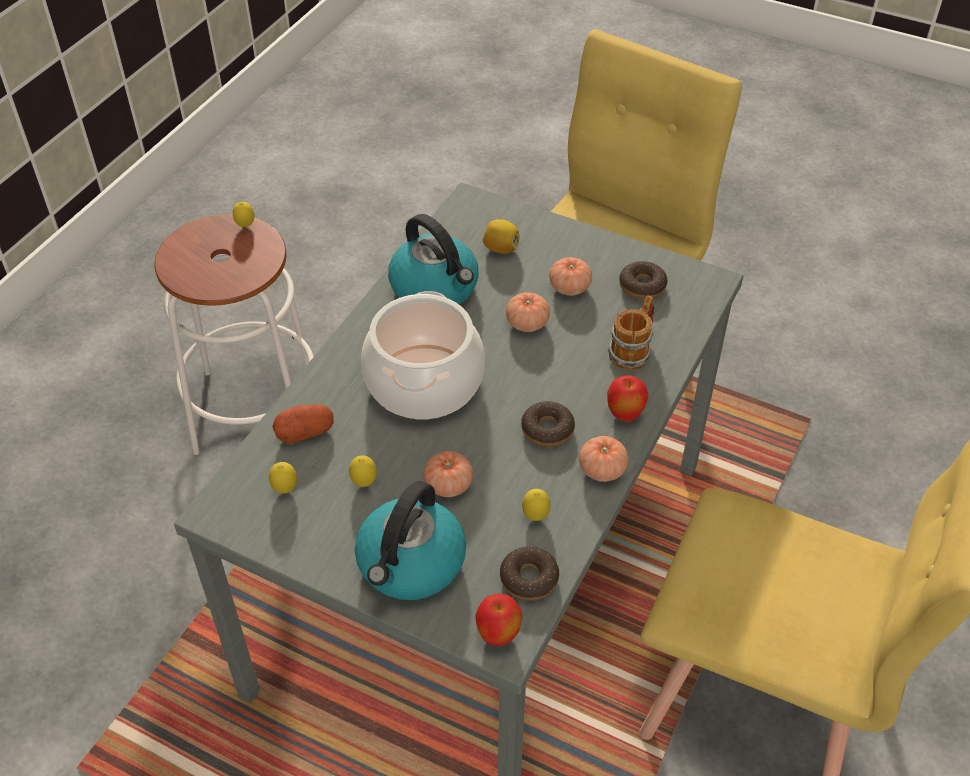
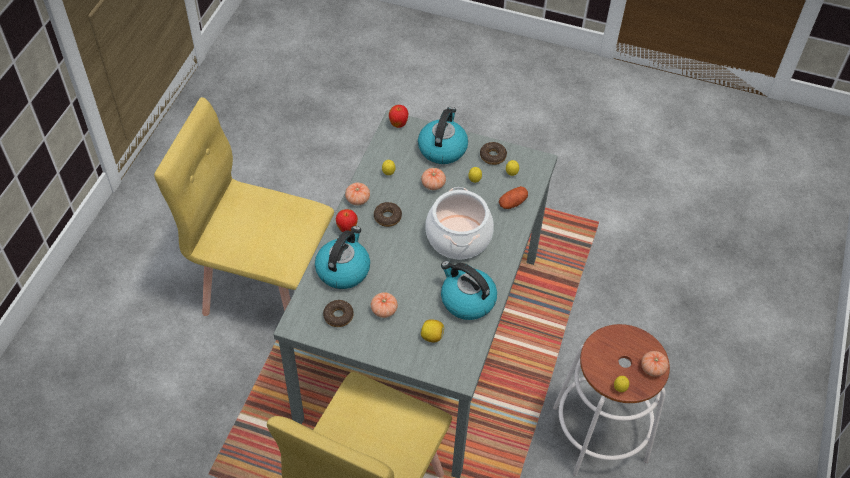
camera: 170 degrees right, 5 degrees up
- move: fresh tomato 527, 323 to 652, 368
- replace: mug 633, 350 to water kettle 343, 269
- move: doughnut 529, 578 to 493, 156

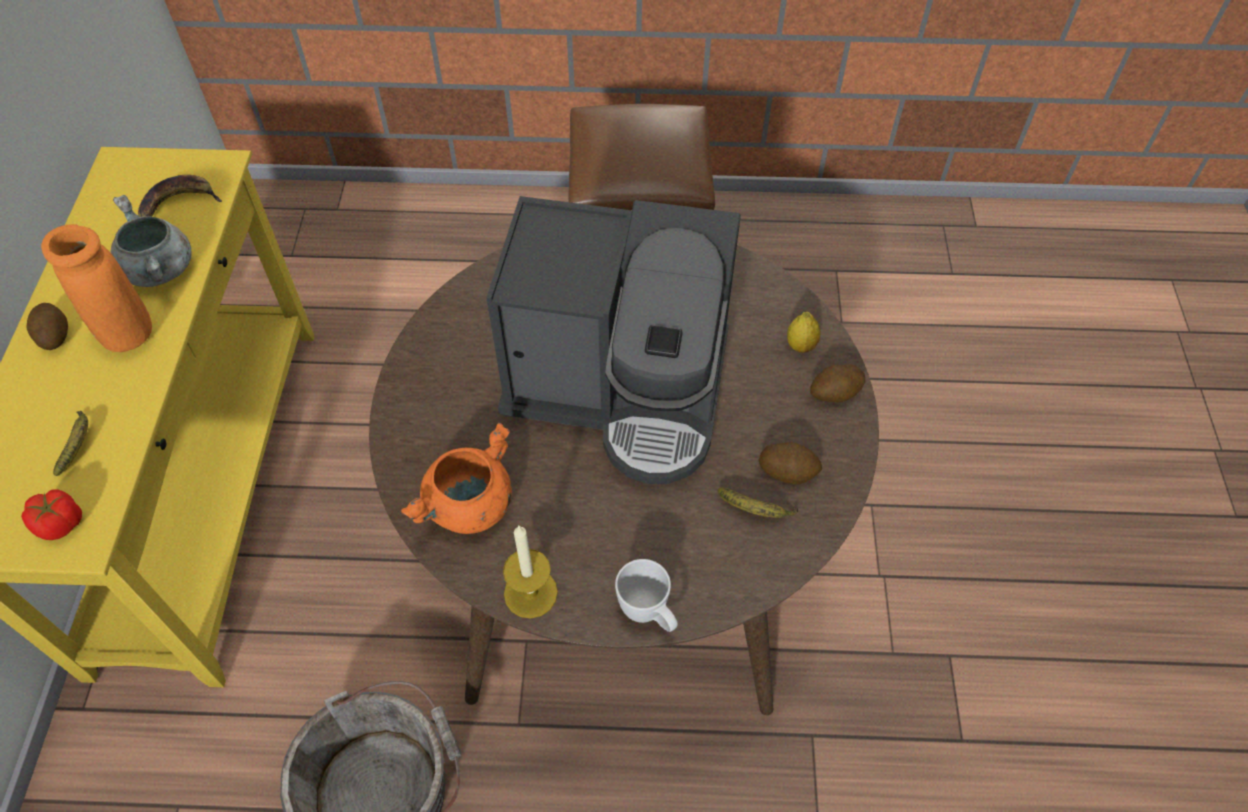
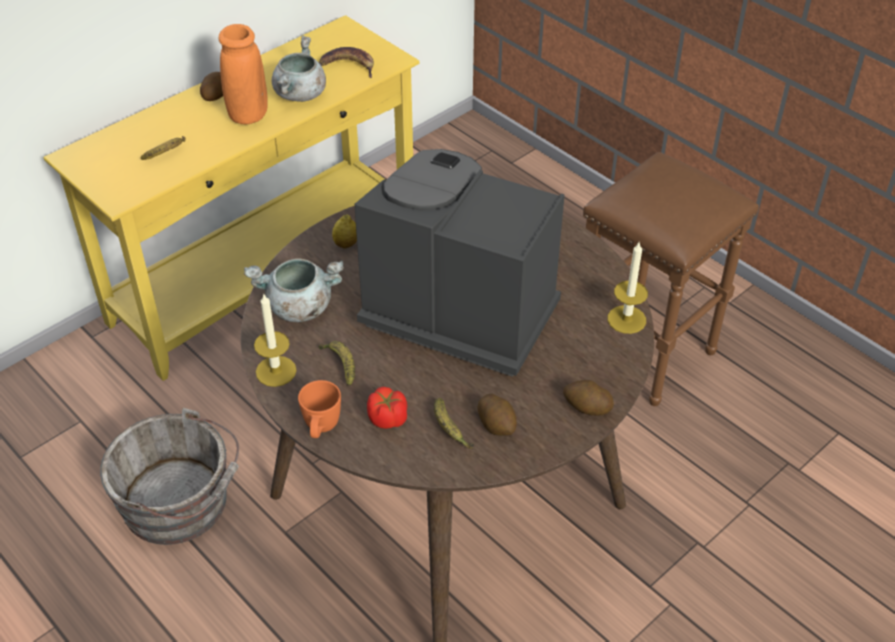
camera: 45 degrees right, 10 degrees down
- rotate: coffee machine 622, 388 = 457, 311 150 degrees clockwise
- move: whole lemon 801, 345 to 346, 244
- recolor: stockpot/orangey 469, 507 to stockpot/gray 298, 308
- move: fresh tomato 61, 523 to 388, 418
- recolor: mug/whitish 649, 614 to mug/orangey 321, 430
- insert: candle 626, 319
- insert: banana 340, 365

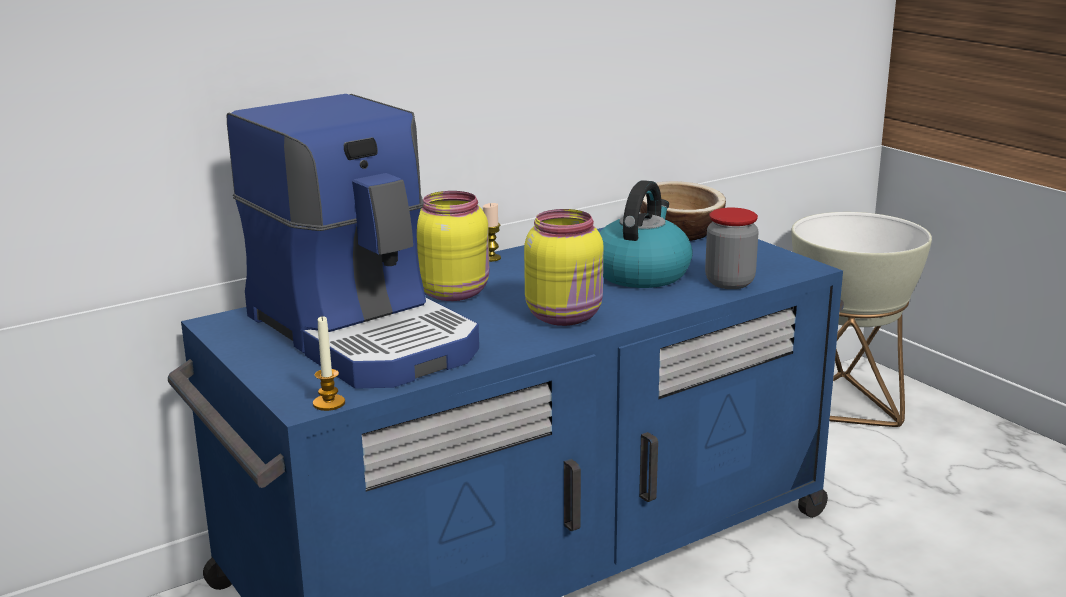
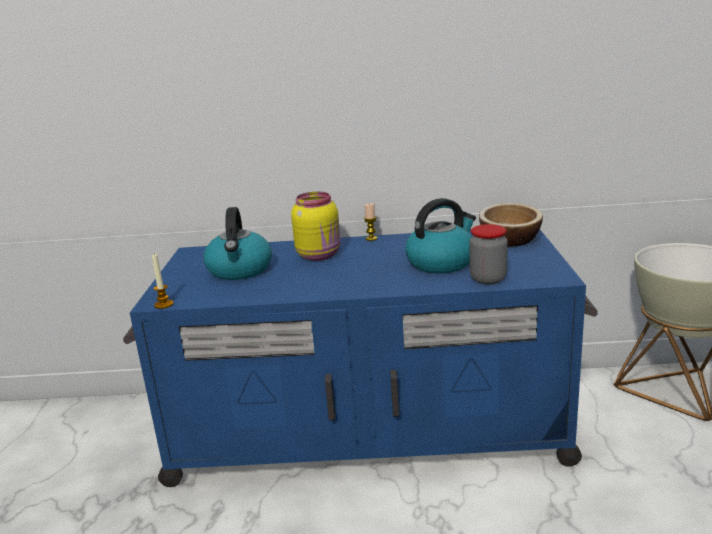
camera: 35 degrees right, 0 degrees up
- replace: coffee machine 365, 334 to water kettle 240, 270
- delete: jar/yellow-coloured 566, 316

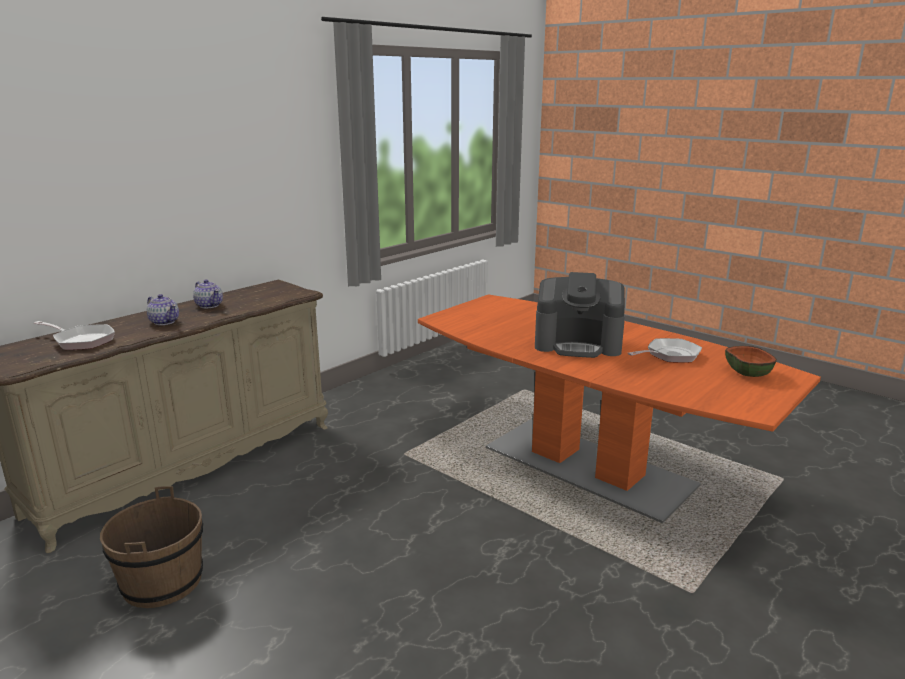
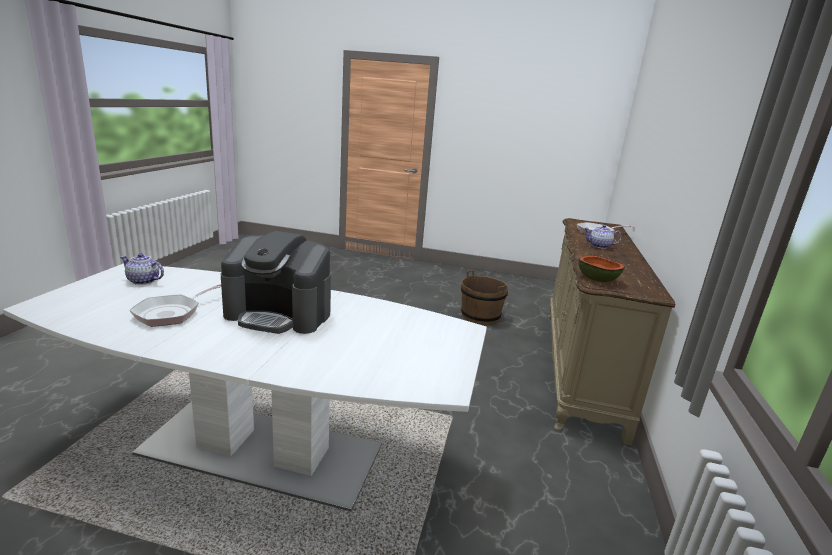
camera: 150 degrees right, 0 degrees up
- rotate: coffee machine 578, 344 = 279, 314 150 degrees counterclockwise
- move: tea pot 209, 305 to 143, 281
- recolor: kitchen table/orangey 586, 466 to kitchen table/whitish 263, 451
- move: deep dish 747, 373 to 598, 279

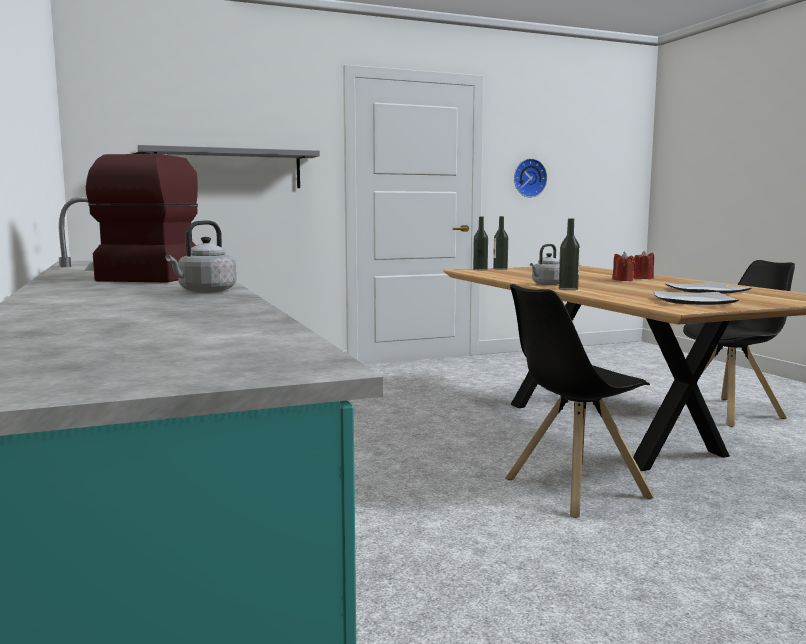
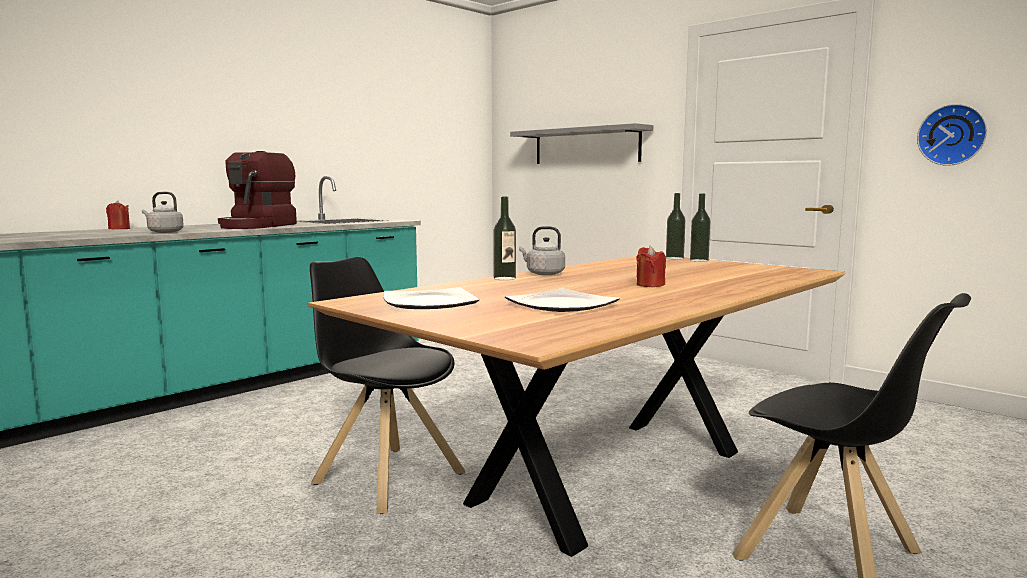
camera: 65 degrees right, 0 degrees up
- rotate: coffee machine 159, 276 = 258, 226 120 degrees clockwise
- move: candle/red 643, 278 to 119, 229

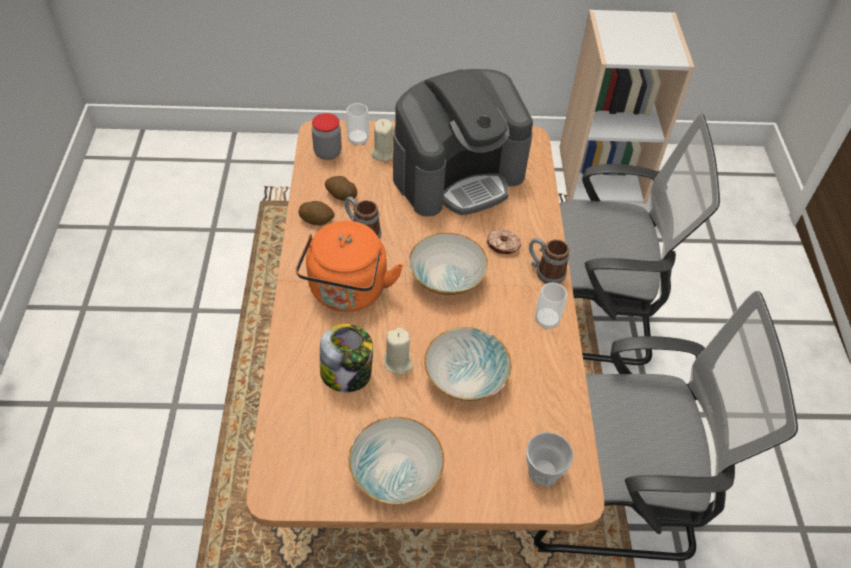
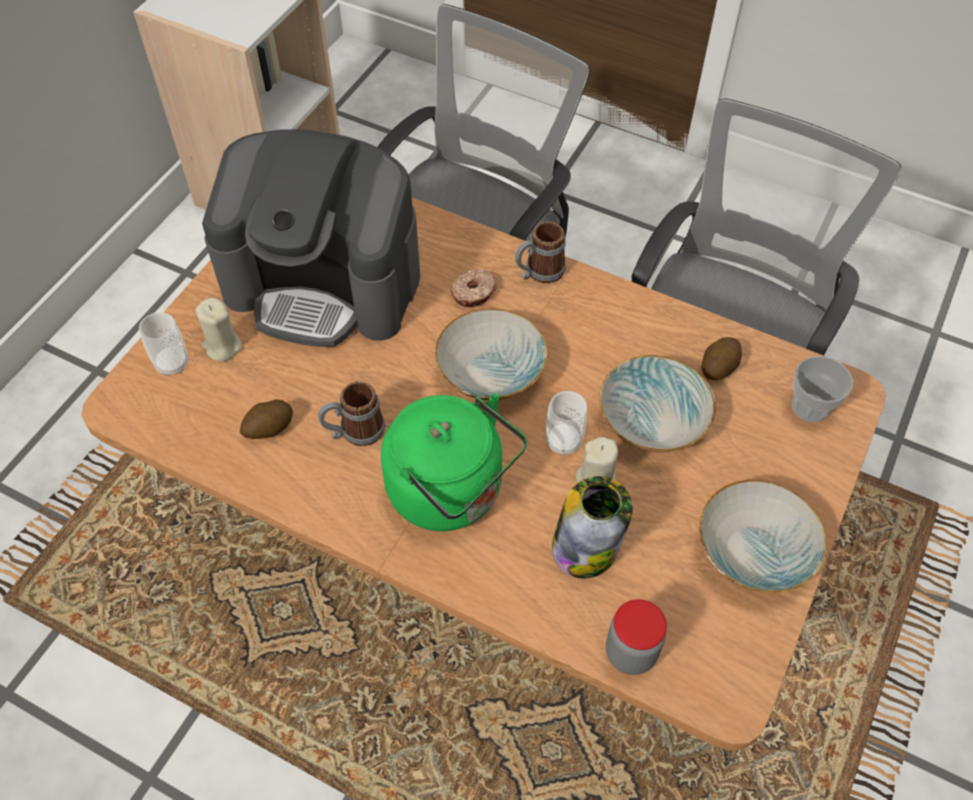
camera: 60 degrees left, 5 degrees up
- rotate: coffee machine 458, 175 = 325, 282 105 degrees clockwise
- move: jar 327, 152 to 630, 653
- move: whole potato 317, 220 to 718, 367
- recolor: water kettle/orangey 347, 292 to water kettle/green-coloured 452, 492
- move: small cup 546, 320 to 563, 442

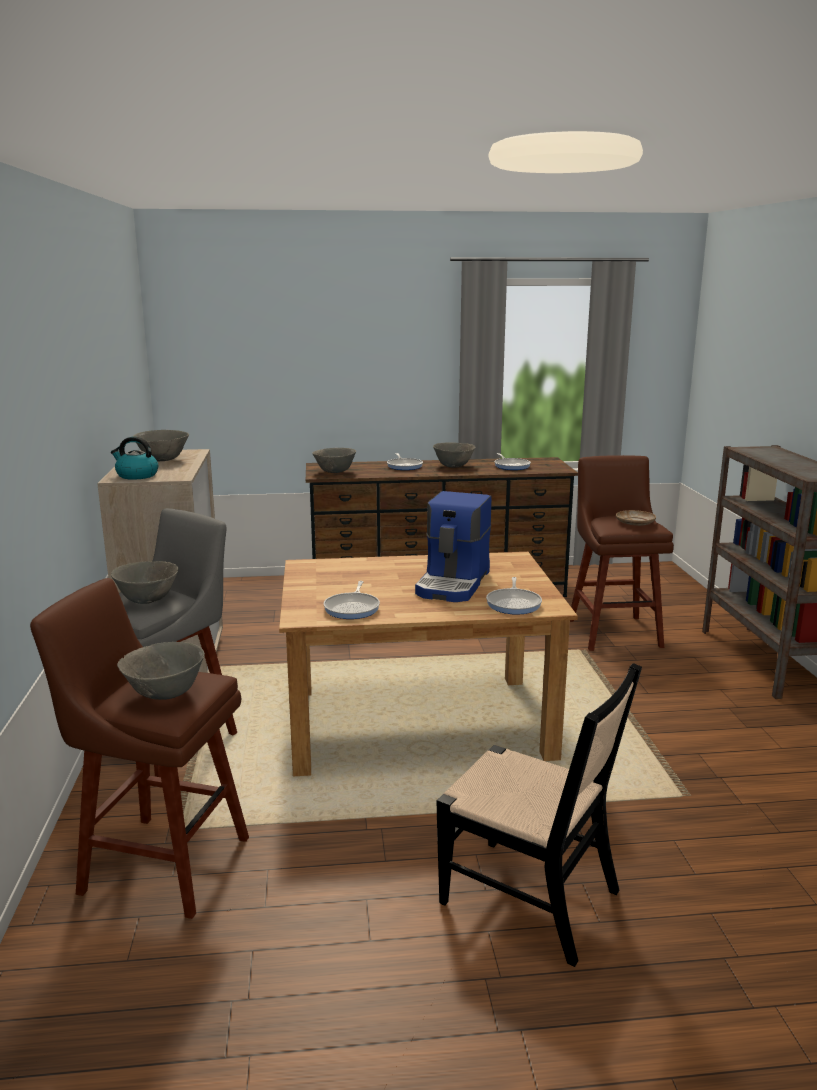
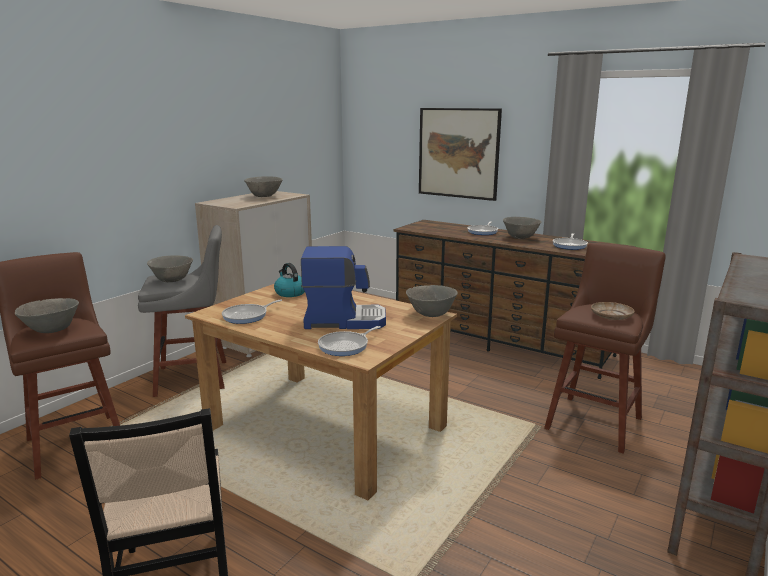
camera: 40 degrees right, 0 degrees up
- move: water kettle 136, 475 to 290, 293
- move: deep dish/gray 335, 472 to 431, 315
- rotate: coffee machine 454, 583 = 344, 320 150 degrees counterclockwise
- insert: picture 458, 153

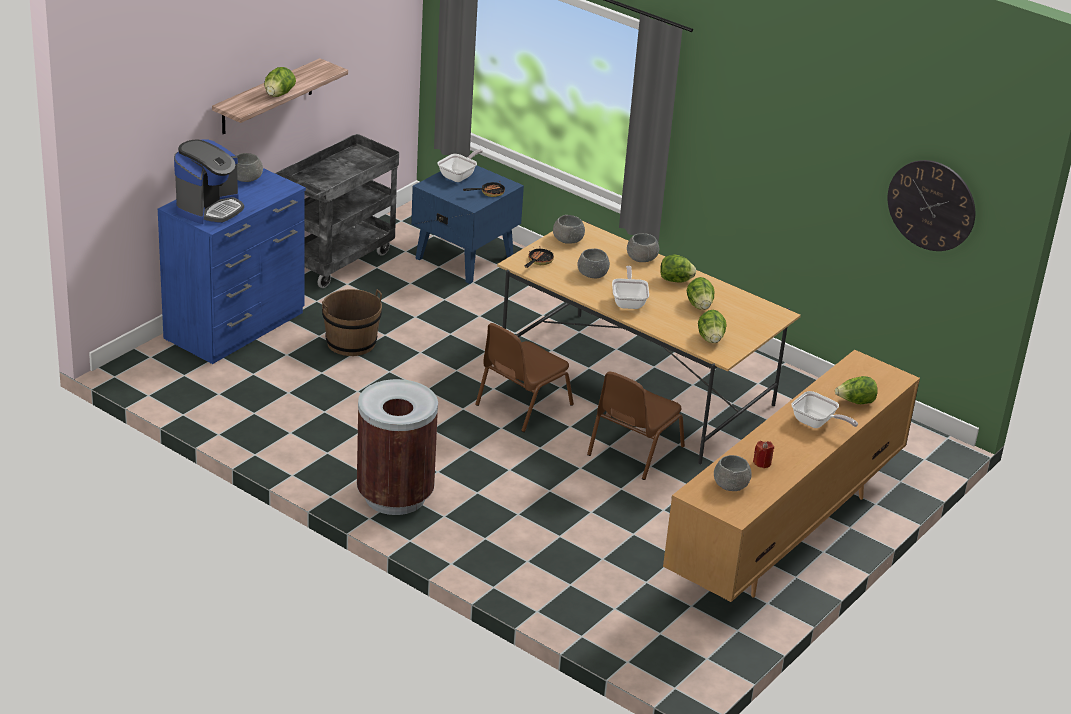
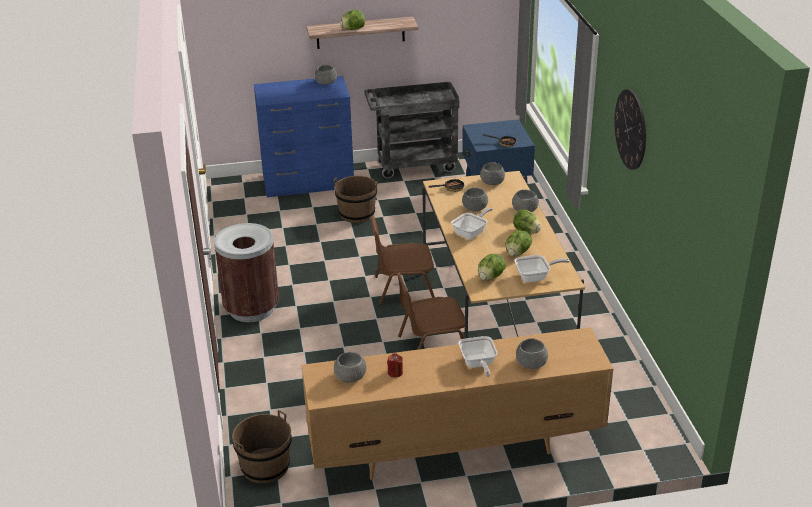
camera: 45 degrees right, 0 degrees up
- delete: coffee machine 209, 208
- move: pan 459, 176 to 535, 277
- move: hanging clock 931, 205 to 630, 129
- replace: lettuce head 855, 402 to deep dish/gray 531, 363
- insert: water bucket/brown 265, 466

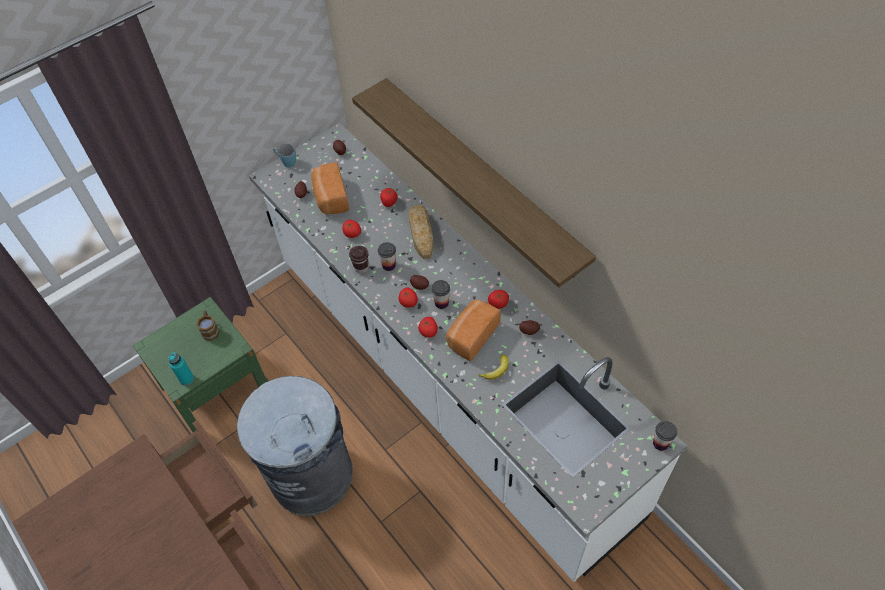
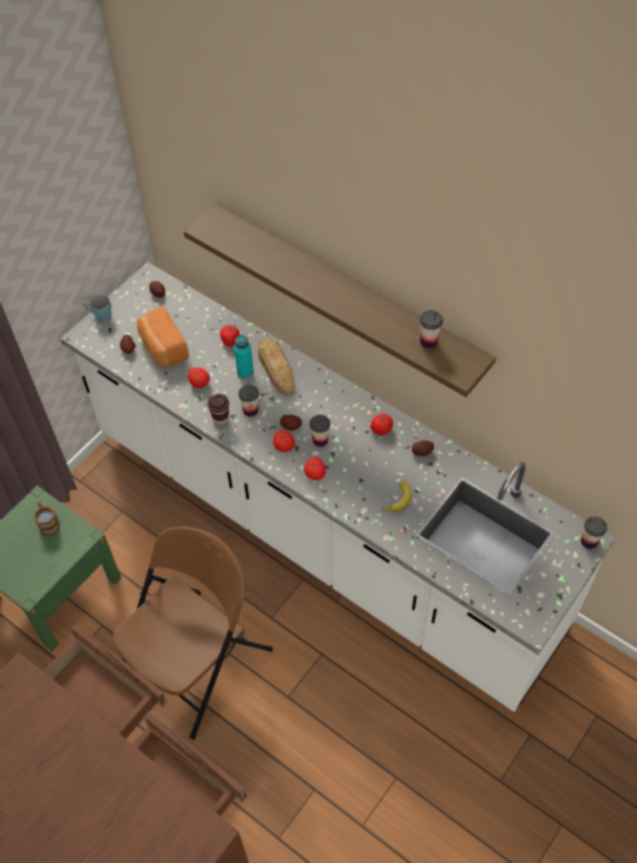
camera: 15 degrees left, 0 degrees up
- delete: bread 471, 336
- move: drink bottle/blue-green 187, 379 to 245, 372
- replace: trash can/gray 311, 474 to plain chair/brown 196, 662
- insert: small cup 428, 341

